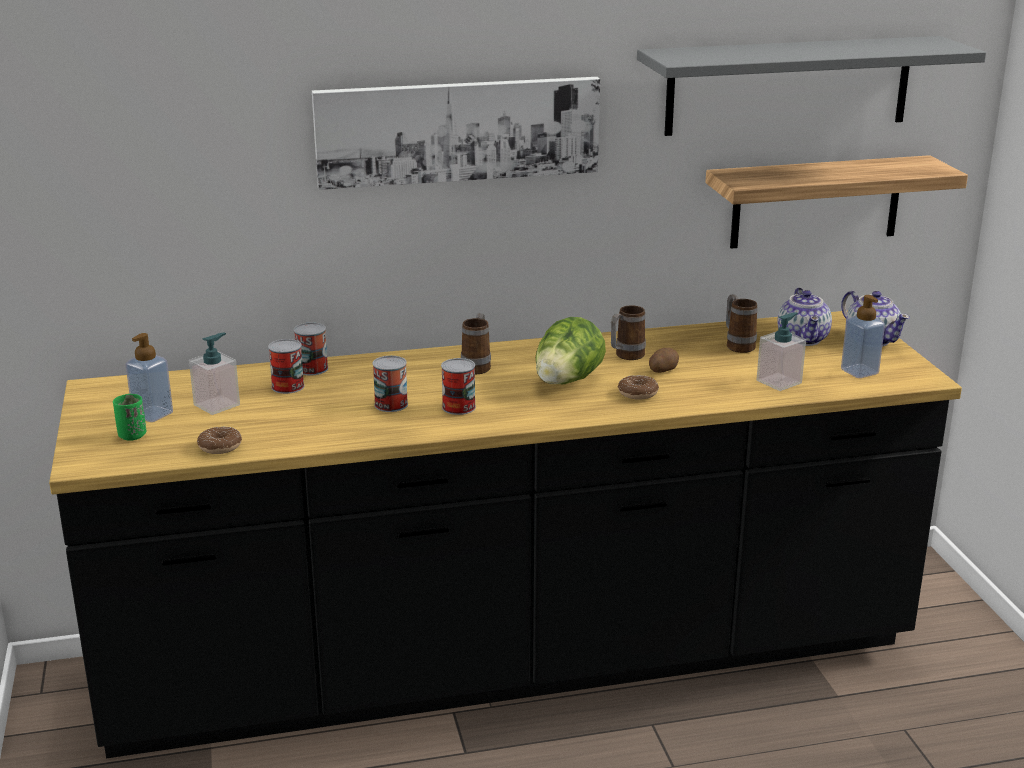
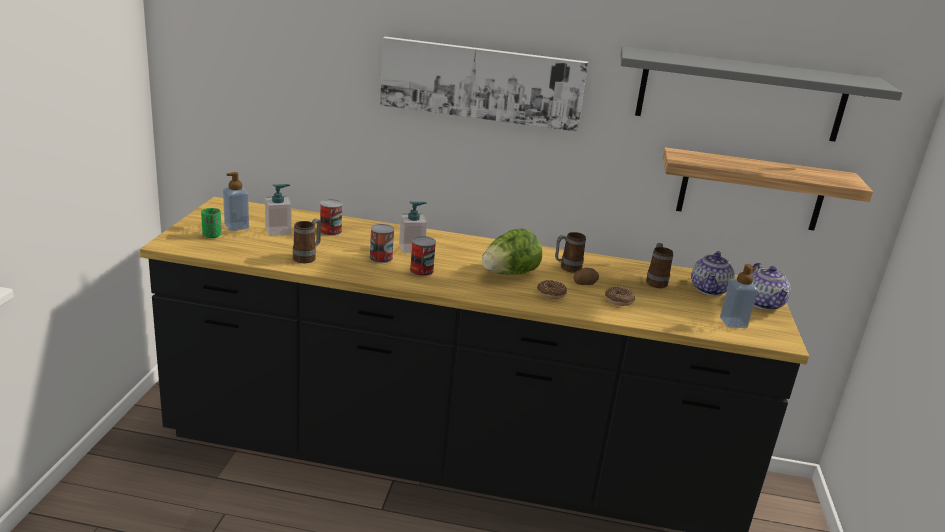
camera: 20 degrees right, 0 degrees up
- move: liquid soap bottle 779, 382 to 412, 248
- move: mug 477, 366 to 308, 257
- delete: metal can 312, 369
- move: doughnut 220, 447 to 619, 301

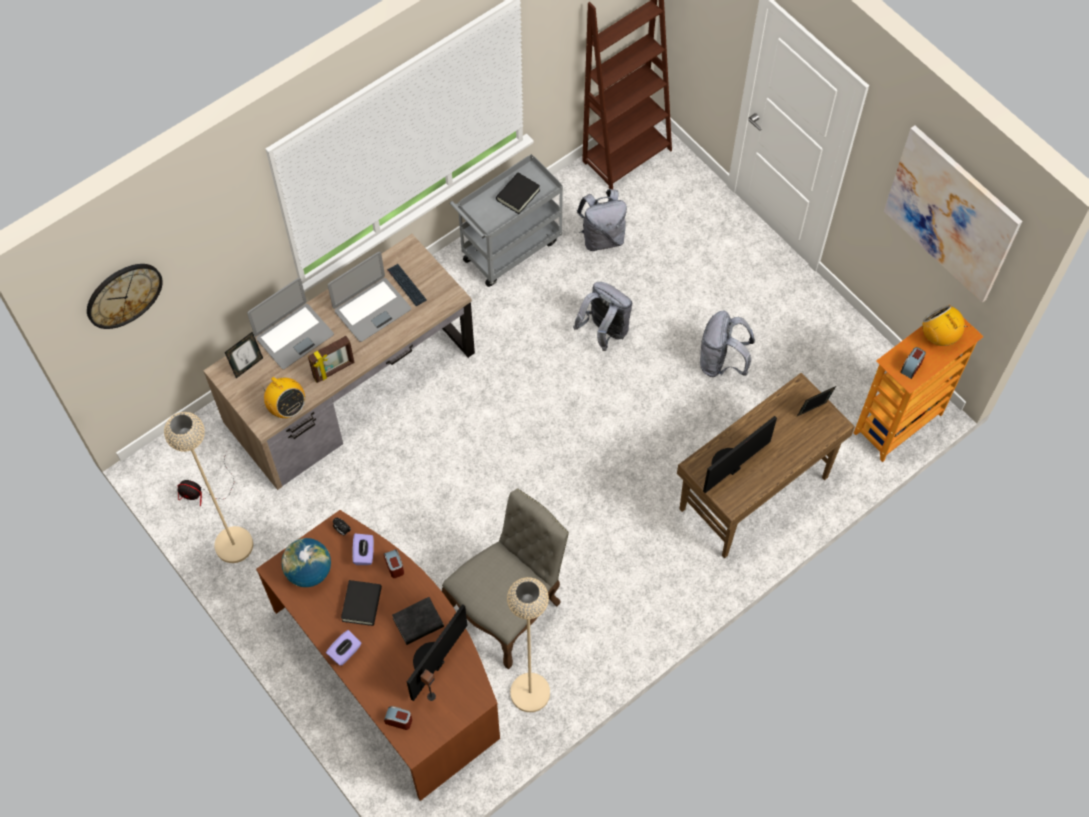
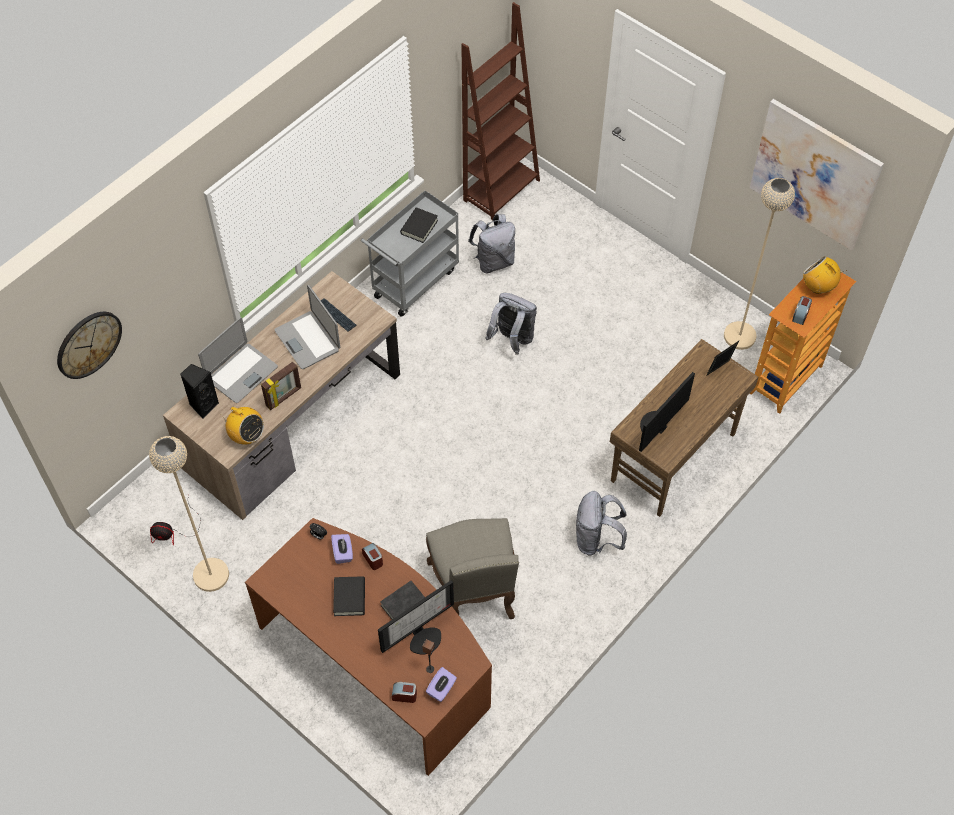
camera: 10 degrees left, 5 degrees down
- rotate: laptop 372, 309 = 308, 340 105 degrees clockwise
- move: rucksack/gray 721, 362 to 596, 539
- replace: photo frame 247, 366 to speaker/black-coloured 203, 405
- rotate: plain chair/gray 508, 609 = 474, 591 135 degrees clockwise
- delete: world globe 309, 571
- move: floor lamp/beige-coloured 529, 693 to 739, 336
- rotate: computer screen 431, 661 = 424, 637 150 degrees counterclockwise
- move: tissue box/purplish 345, 652 to 441, 689

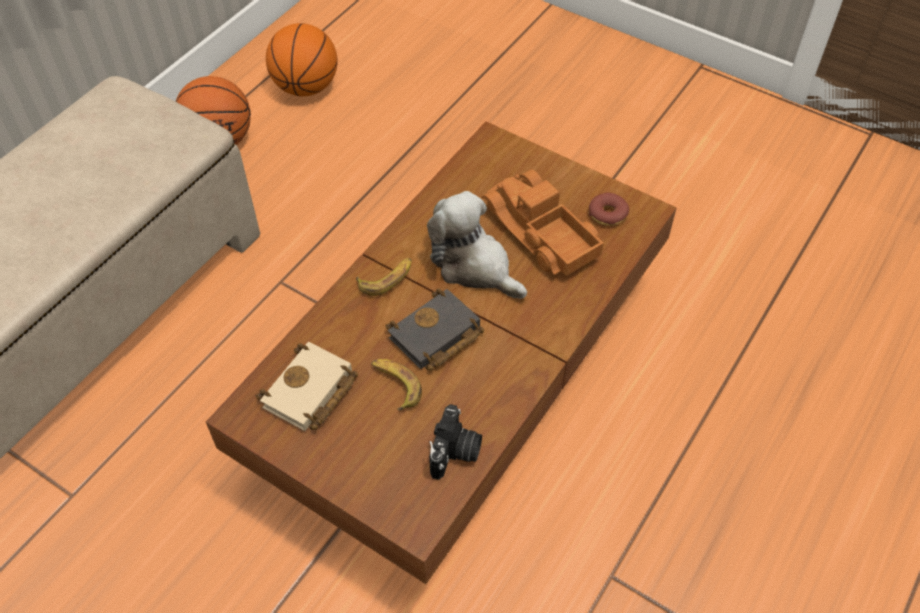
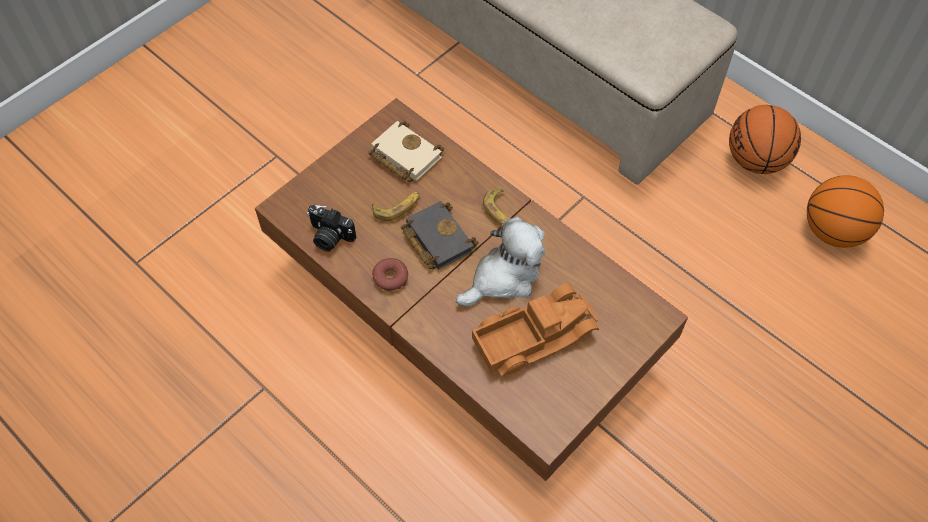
camera: 100 degrees right, 5 degrees up
- move: doughnut 607, 214 to 390, 277

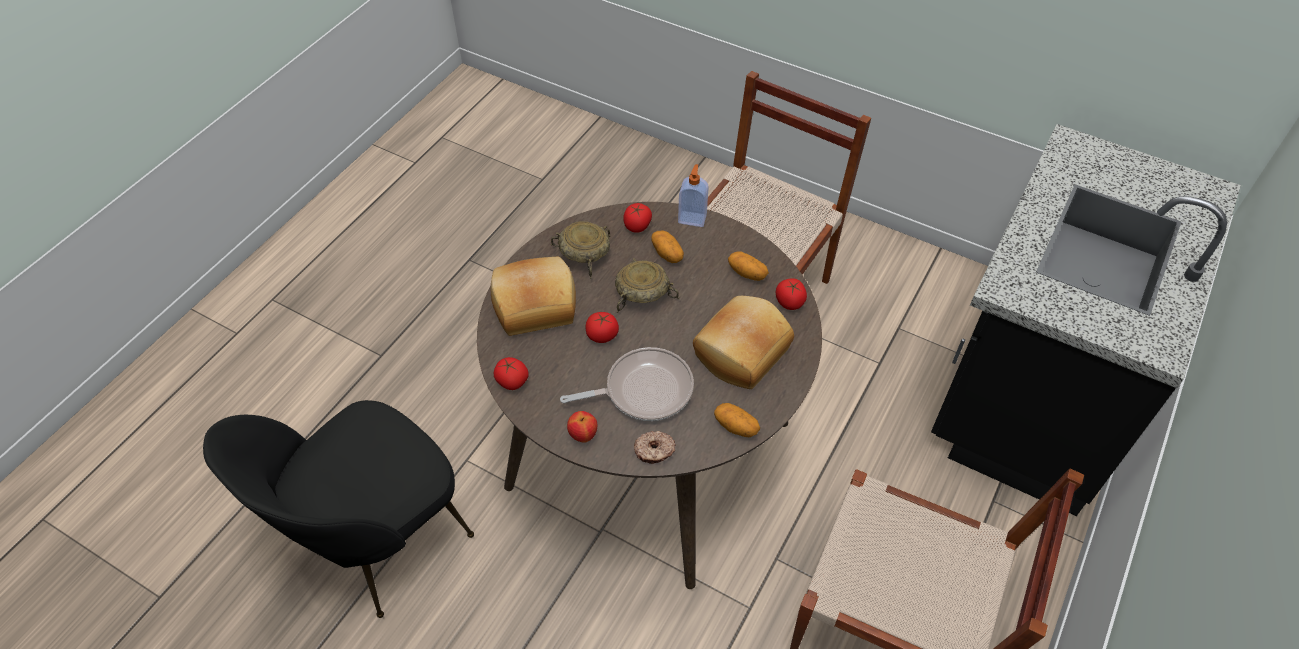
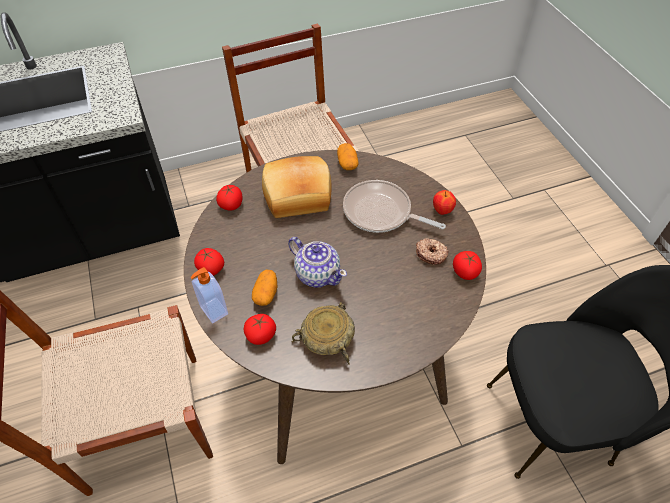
camera: 140 degrees left, 0 degrees up
- delete: whole potato 747, 273
- delete: bread 534, 304
- replace: deep dish/beige-coloured 643, 294 to tea pot 317, 273
- move: fresh tomato 602, 335 to 211, 269
- move: doughnut 654, 451 to 431, 254

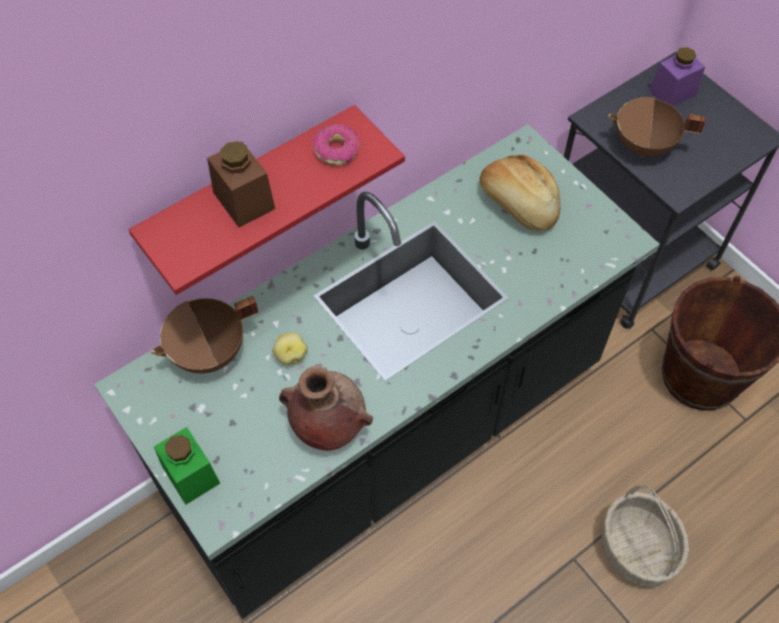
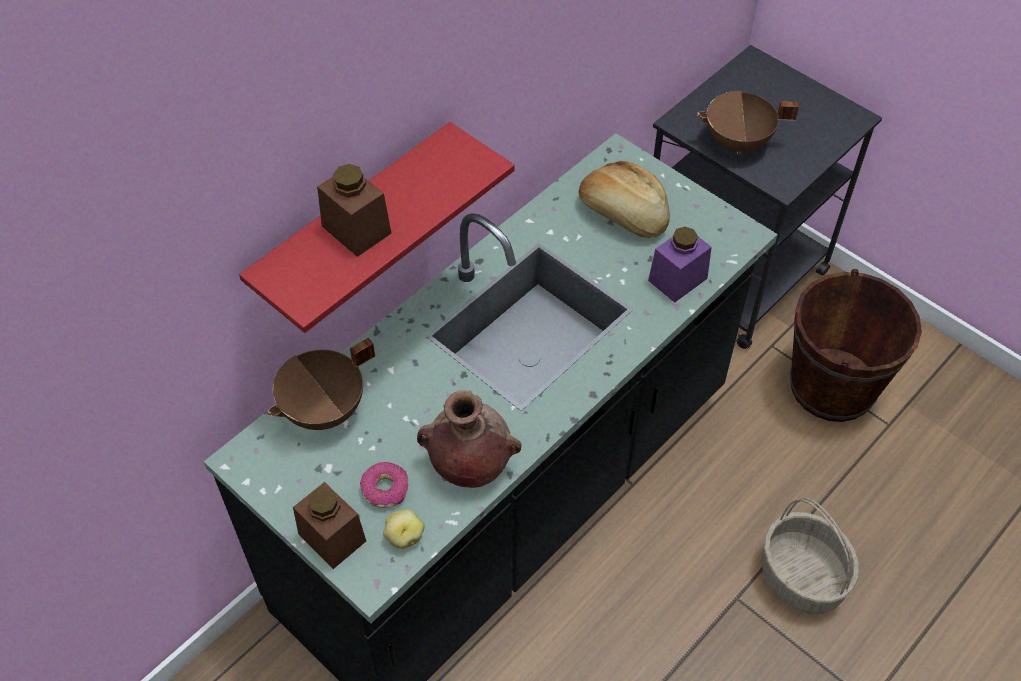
camera: 10 degrees left, 5 degrees down
- move: jar/purplish 672, 92 to 677, 279
- move: doughnut 337, 150 to 385, 489
- move: whole potato 290, 355 to 404, 536
- recolor: jar/green-coloured 191, 474 to jar/brown 332, 537

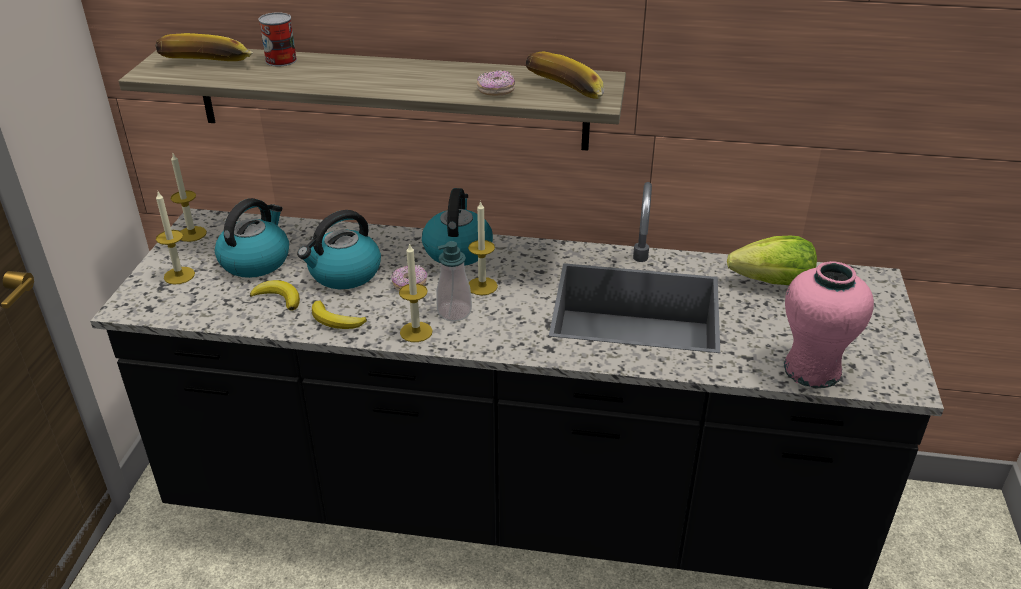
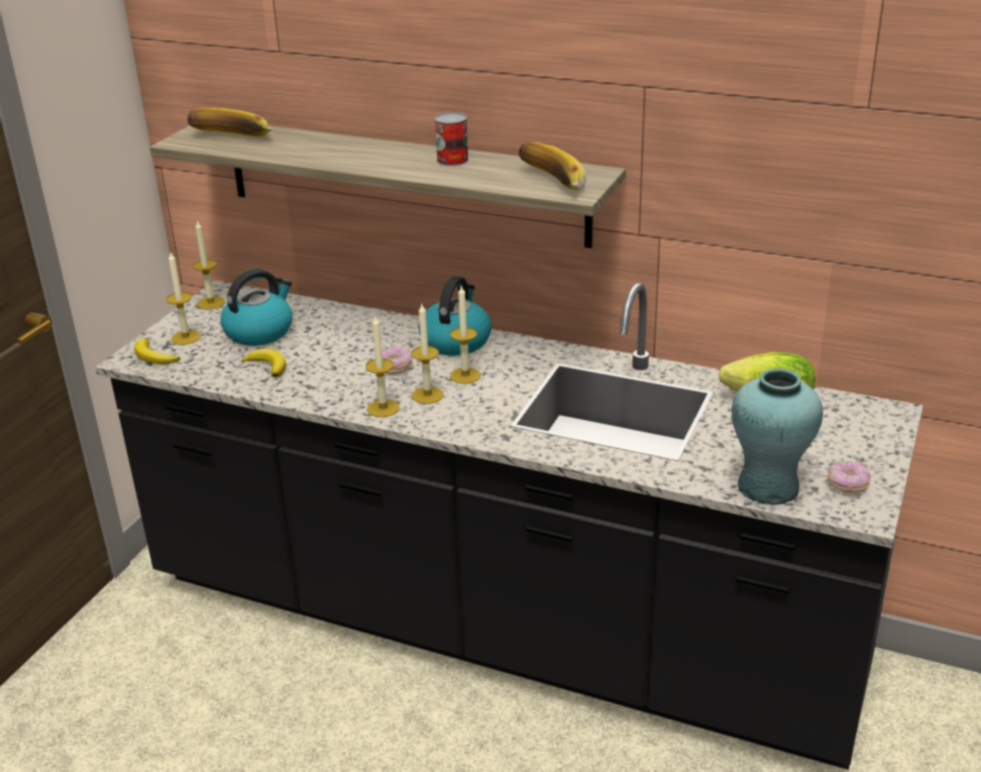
camera: 15 degrees right, 5 degrees down
- move: metal can 281, 60 to 452, 160
- move: doughnut 496, 92 to 847, 485
- delete: water kettle 344, 274
- replace: liquid soap bottle 454, 312 to candle 427, 395
- recolor: decorative vase/pink-coloured 811, 369 to decorative vase/blue-green 767, 487
- move: banana 336, 320 to 154, 357

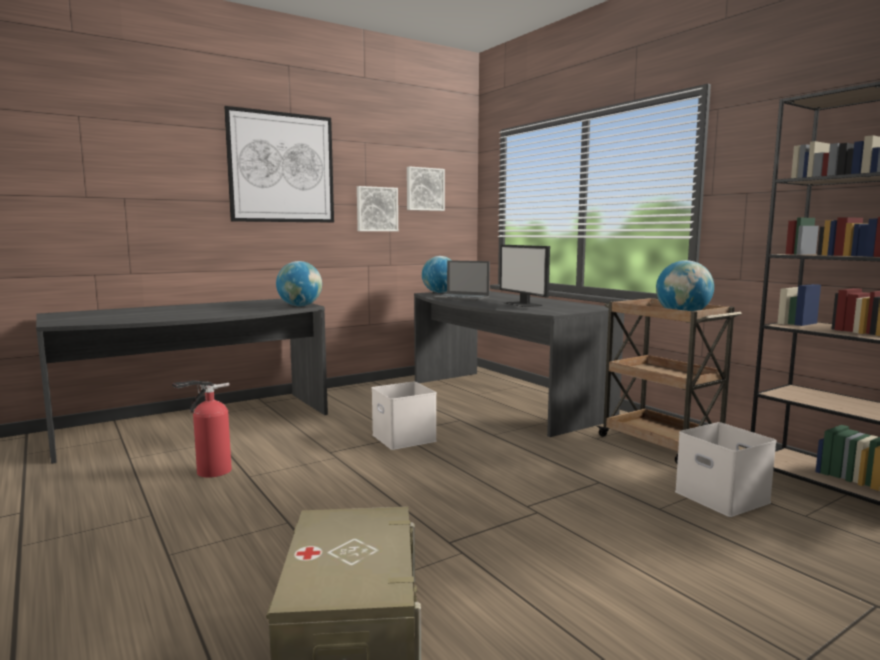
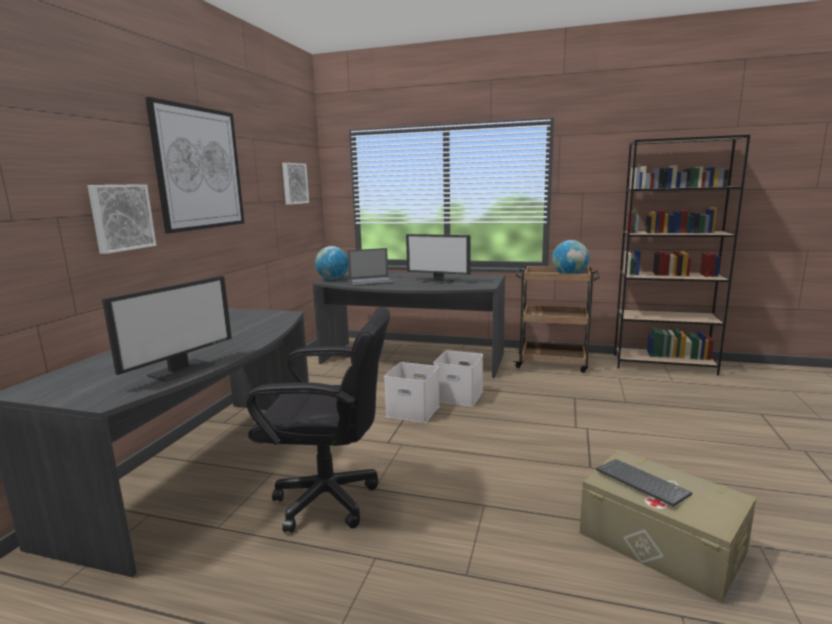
camera: 40 degrees left, 5 degrees up
- move: picture 376, 209 to 121, 217
- delete: world globe 300, 306
- replace: fire-fighting cylinder 210, 472 to computer chair/black-coloured 333, 500
- move: storage bin/whitish 719, 497 to 457, 396
- insert: computer screen 181, 369
- insert: keyboard 639, 483

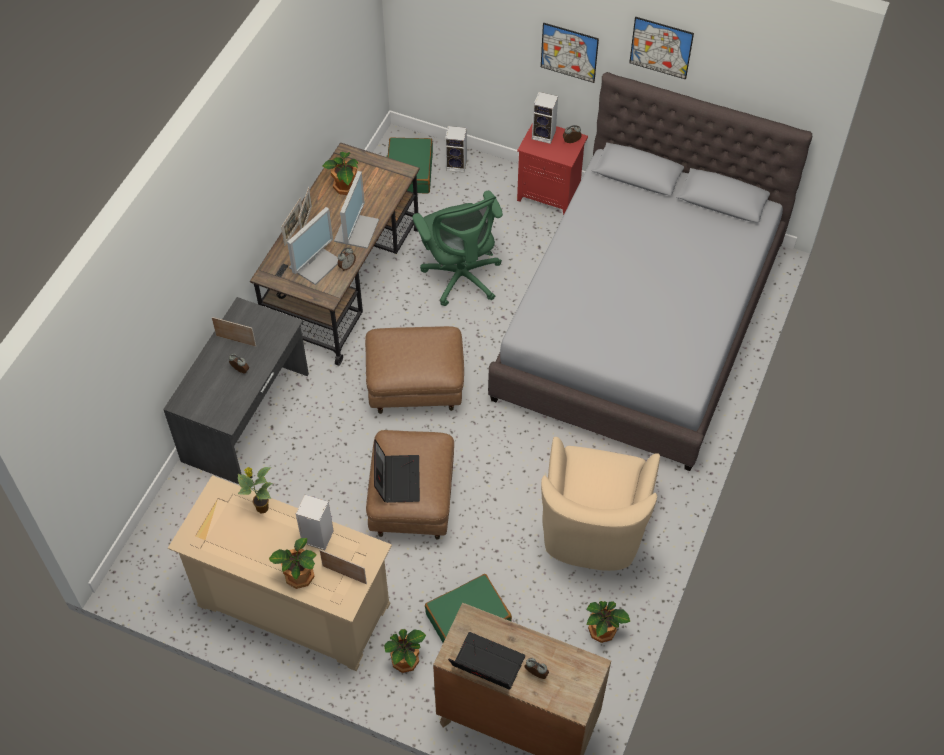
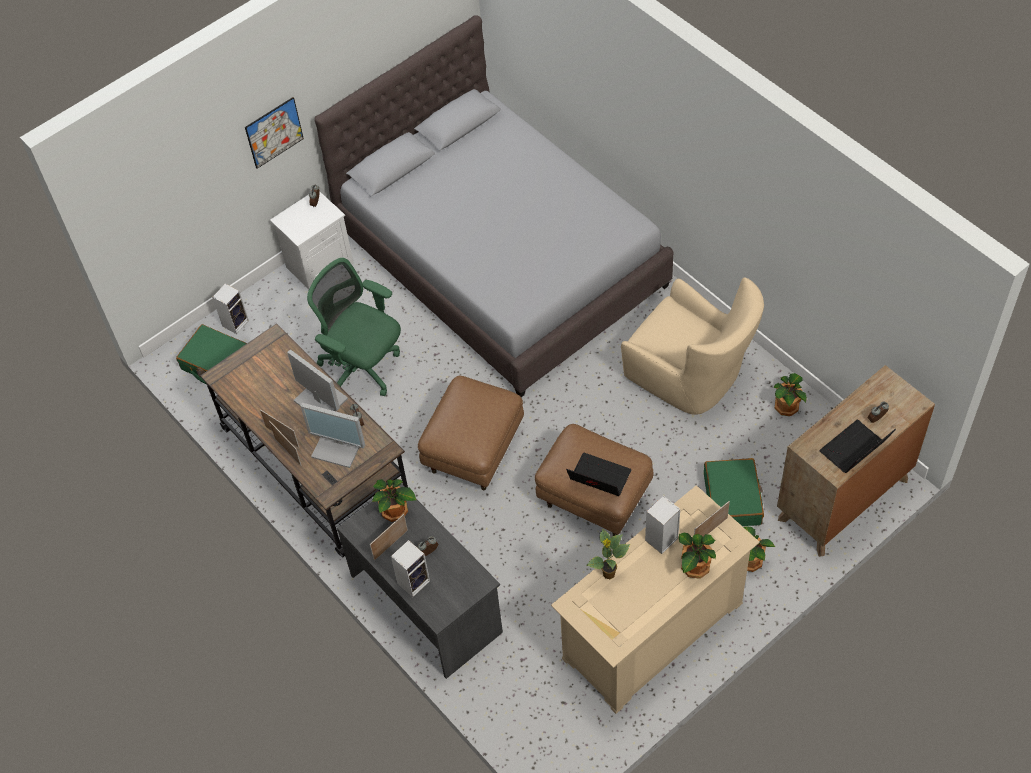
camera: 60 degrees left, 0 degrees up
- delete: picture 661, 47
- move: speaker 544, 135 to 414, 581
- recolor: bedside table/red 550, 194 to bedside table/whitish 319, 265
- move: potted plant 345, 187 to 395, 512
- rotate: computer chair/green-coloured 458, 273 = 365, 369 150 degrees counterclockwise
- rotate: computer screen 315, 263 = 339, 447 135 degrees clockwise

